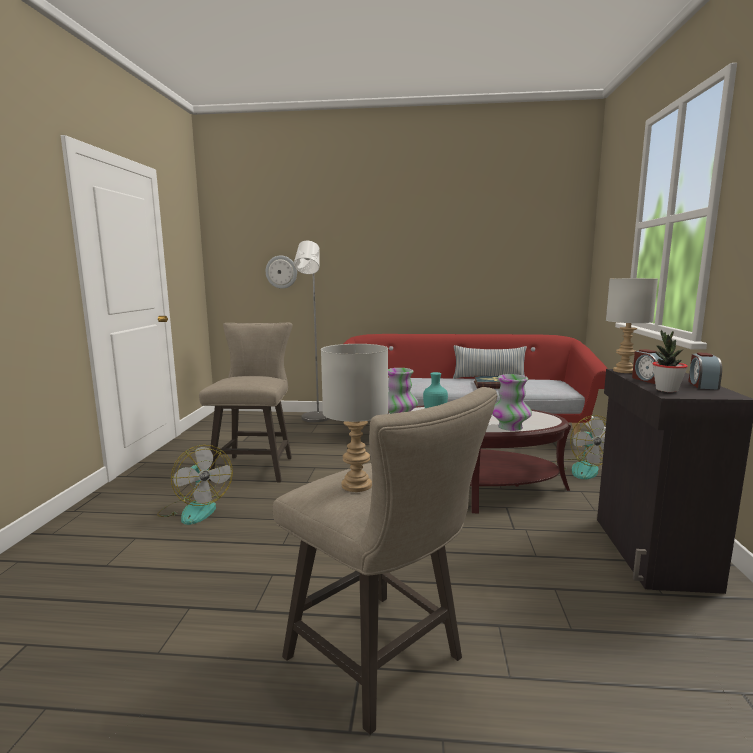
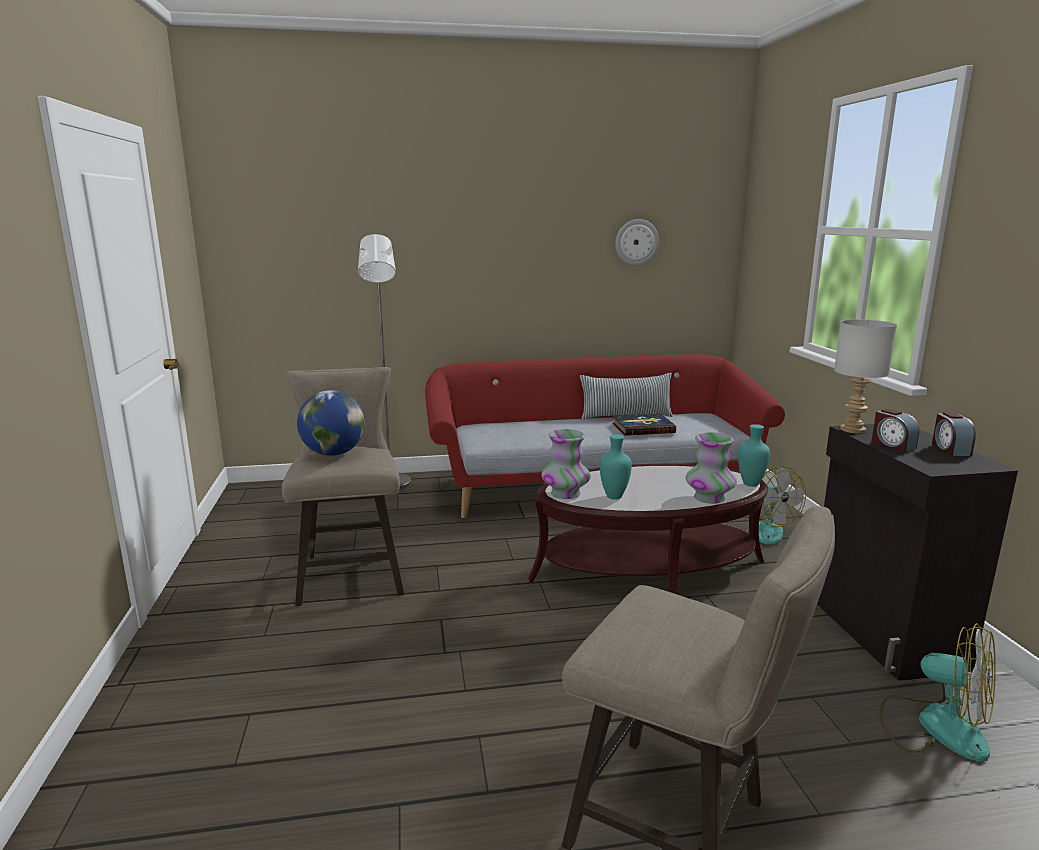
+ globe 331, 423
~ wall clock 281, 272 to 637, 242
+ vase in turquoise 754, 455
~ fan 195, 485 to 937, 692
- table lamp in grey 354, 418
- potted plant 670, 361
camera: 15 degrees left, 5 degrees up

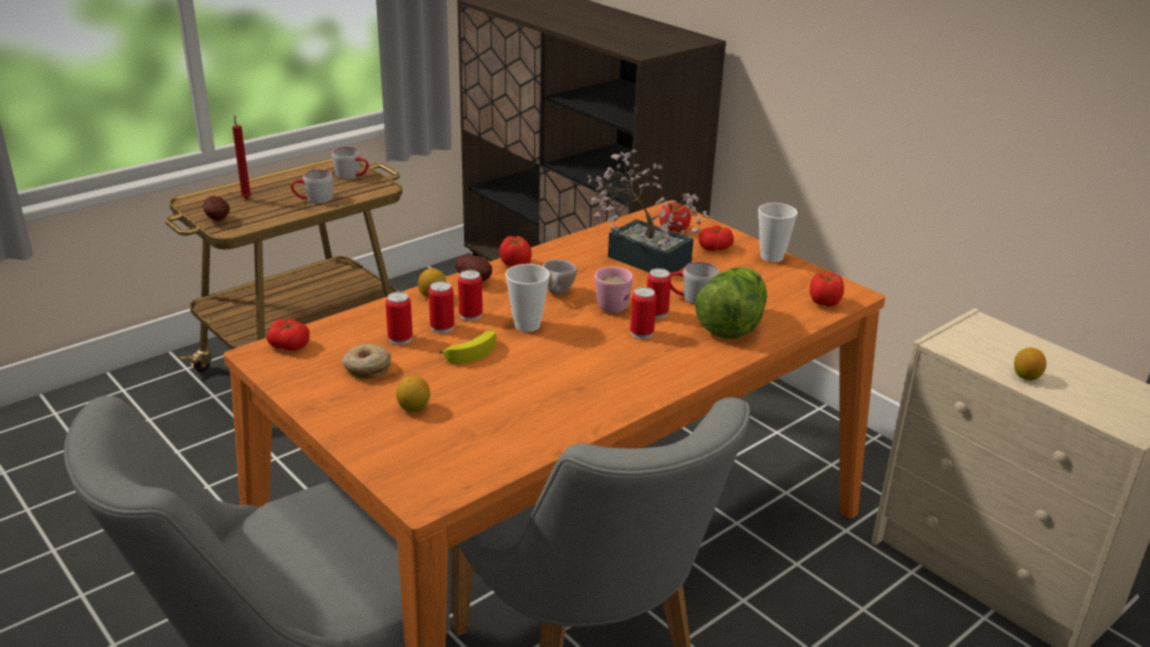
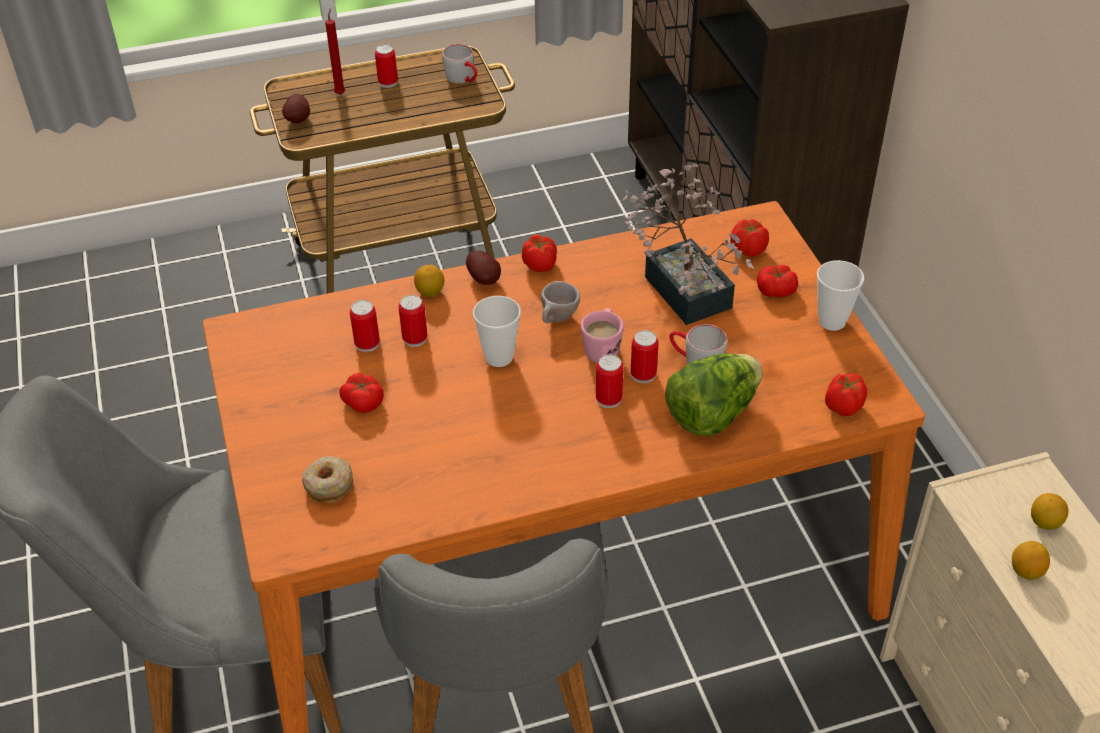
~ donut 366, 361 to 327, 479
~ tomato 287, 335 to 361, 393
~ can 470, 295 to 386, 66
~ lemon 413, 394 to 1050, 511
- mug in grey 312, 186
- banana 467, 347
camera: 25 degrees right, 15 degrees up

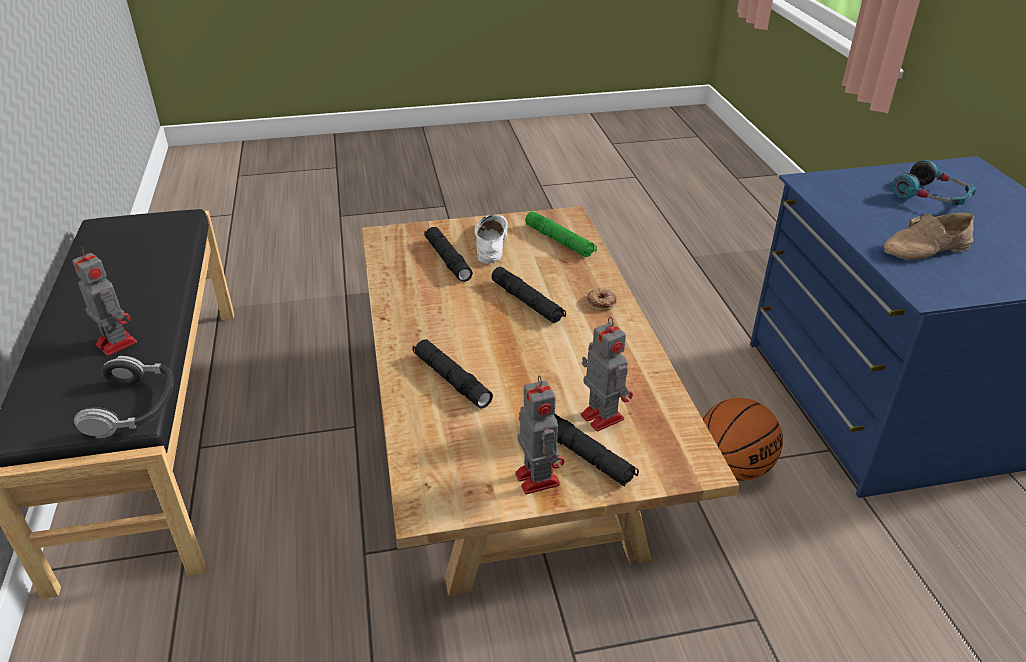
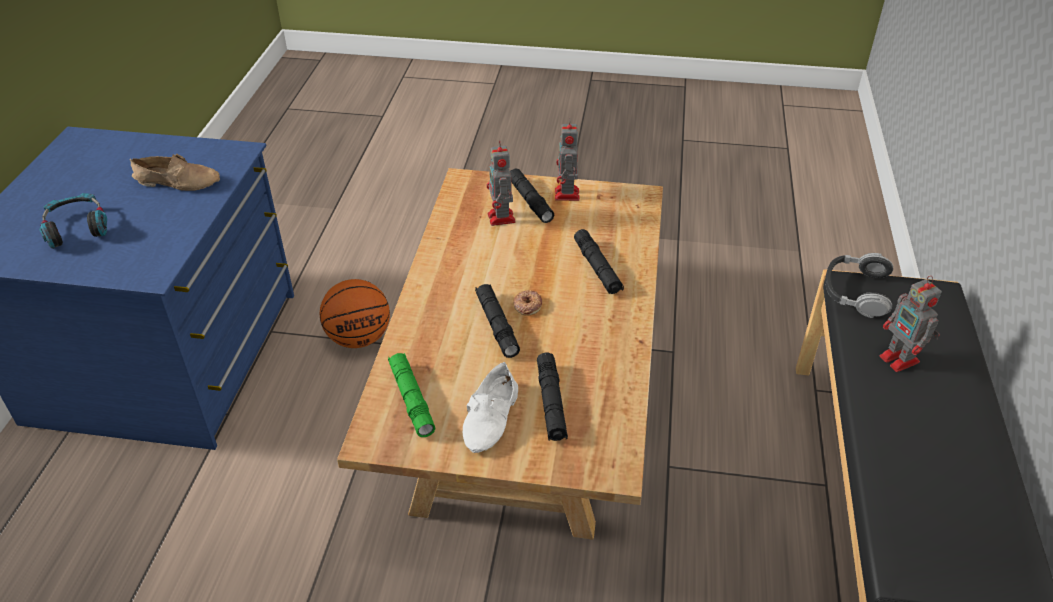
~ donut 602, 299 to 527, 302
camera: 160 degrees left, 5 degrees up

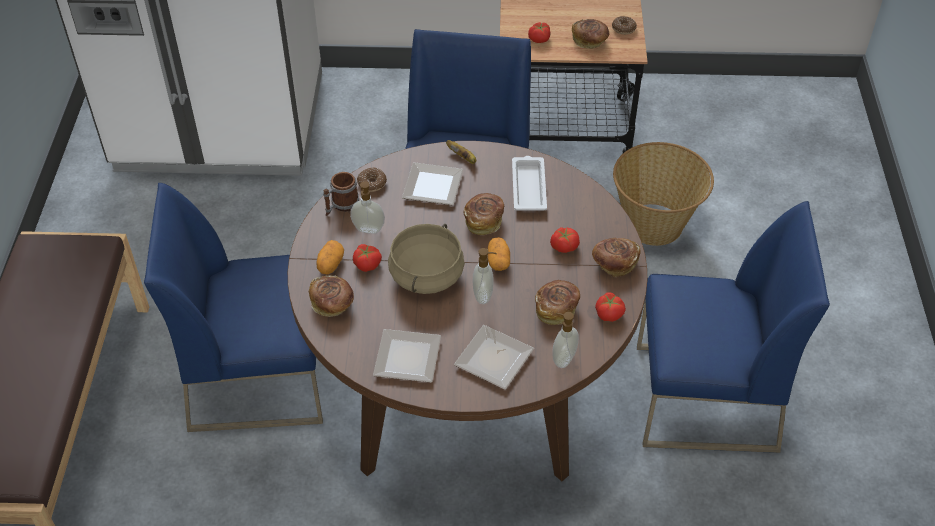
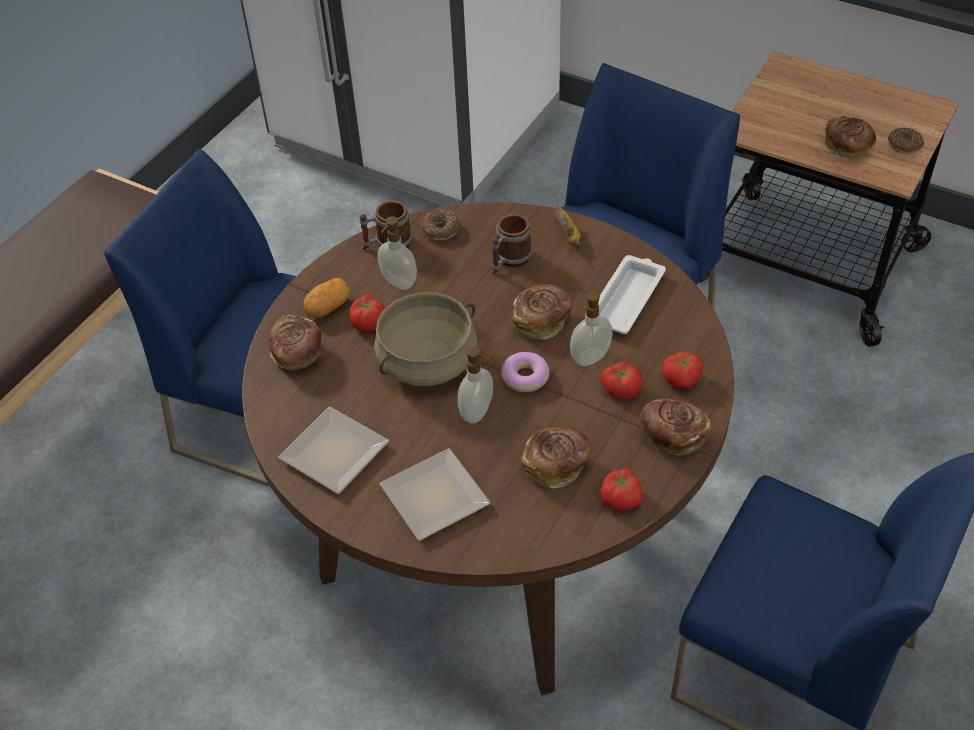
~ plate 432, 183 to mug 511, 244
~ potato 499, 254 to donut 525, 372
~ soap dispenser 566, 340 to 591, 327
~ tomato 539, 32 to 682, 370
- basket 663, 194
camera: 30 degrees right, 0 degrees up

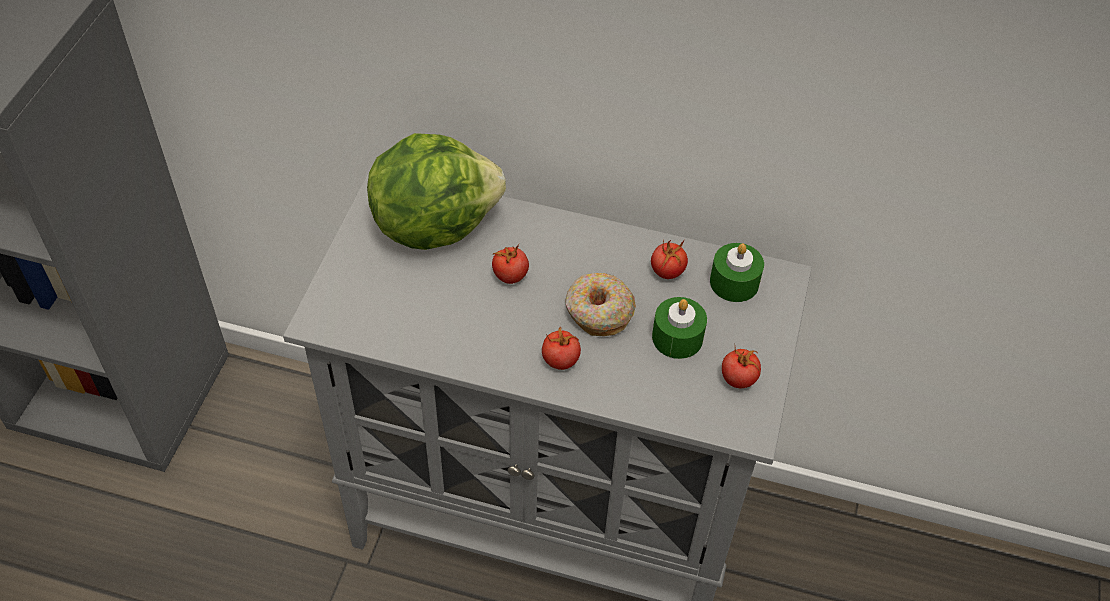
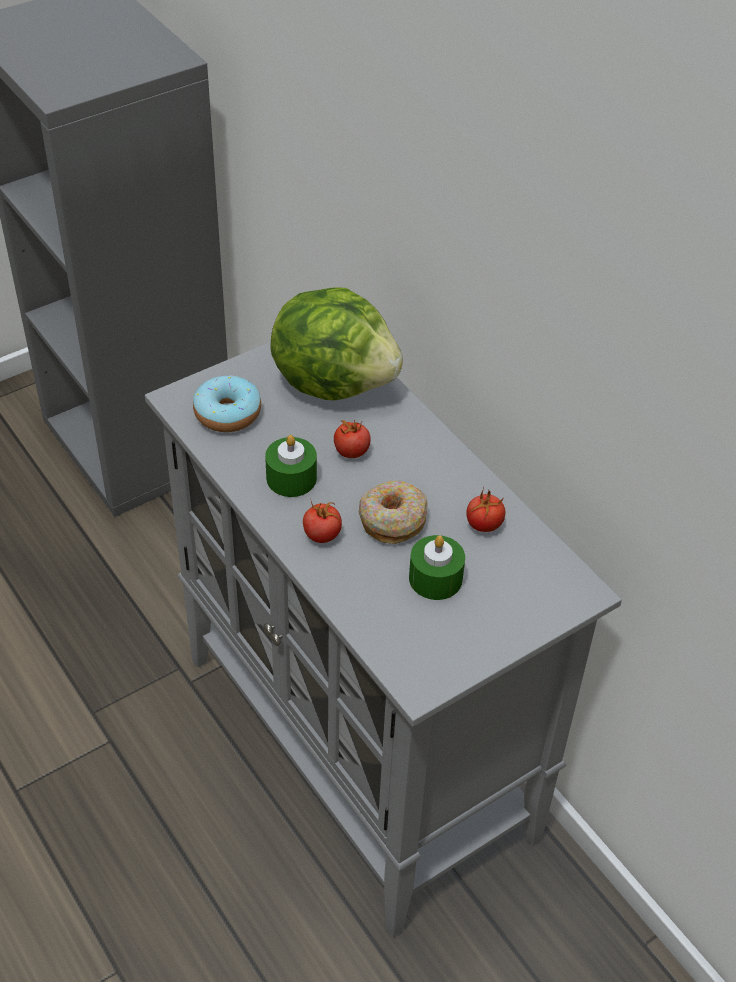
+ donut 227, 403
~ candle in green 737, 272 to 291, 466
- tomato 741, 365
camera: 40 degrees right, 5 degrees down

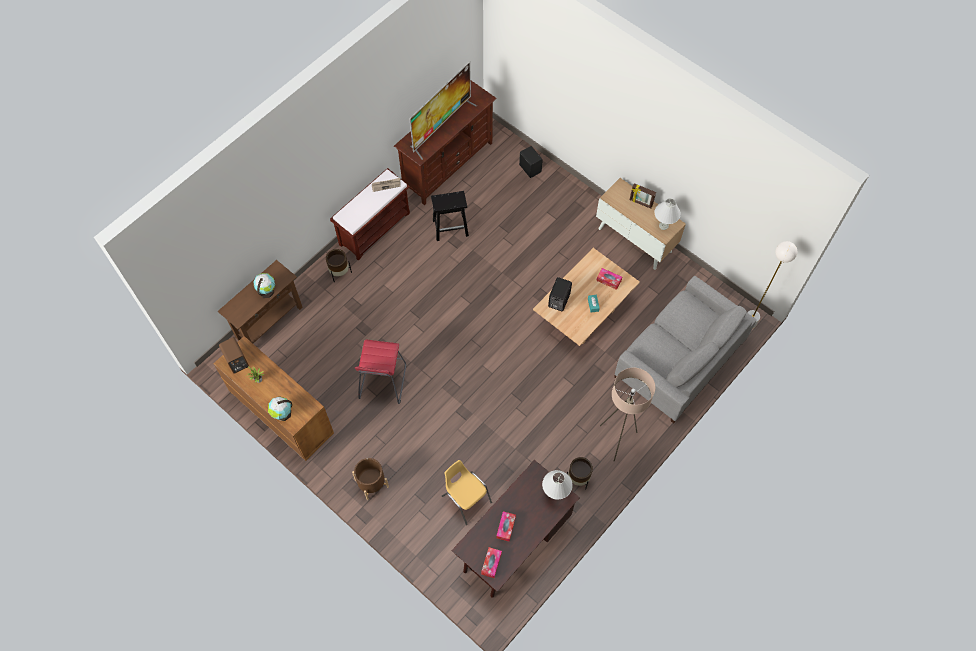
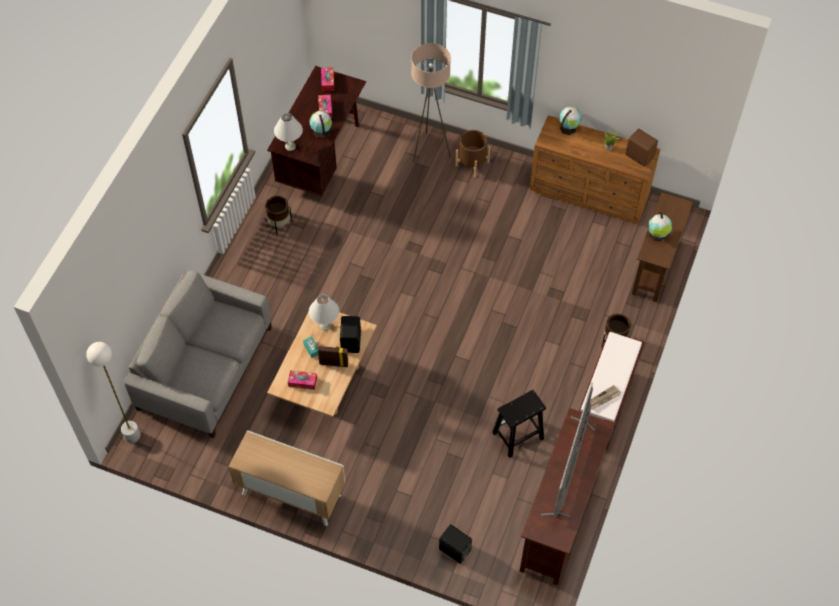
+ globe 320, 125
~ table lamp in white 668, 214 to 324, 312
~ picture frame 642, 195 to 333, 356
~ floor lamp in beige 627, 414 to 431, 102
- stool in red 380, 372
- chair in yellow 467, 492
camera: 160 degrees right, 5 degrees down

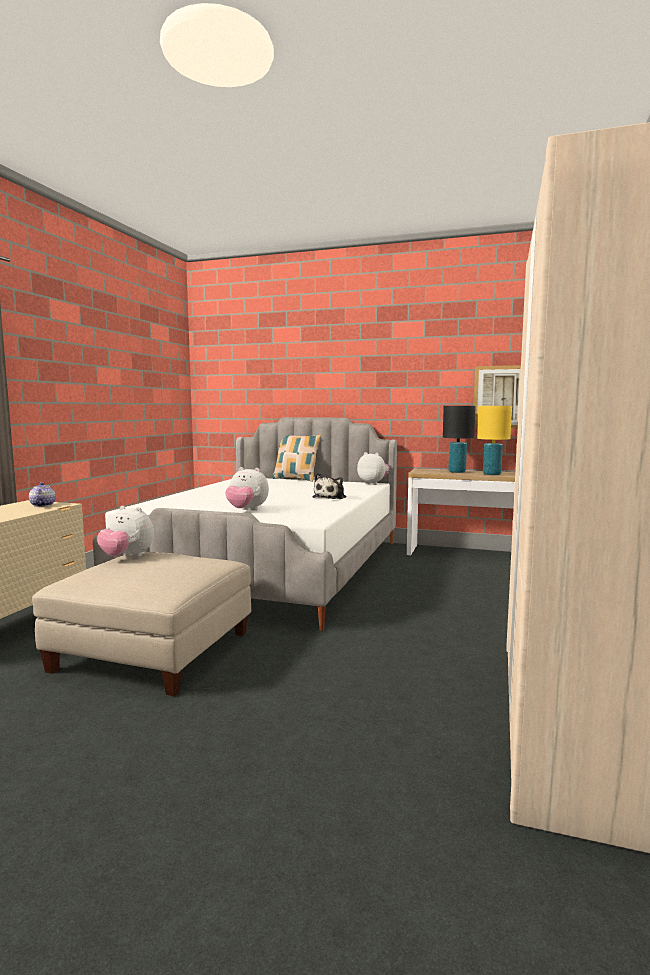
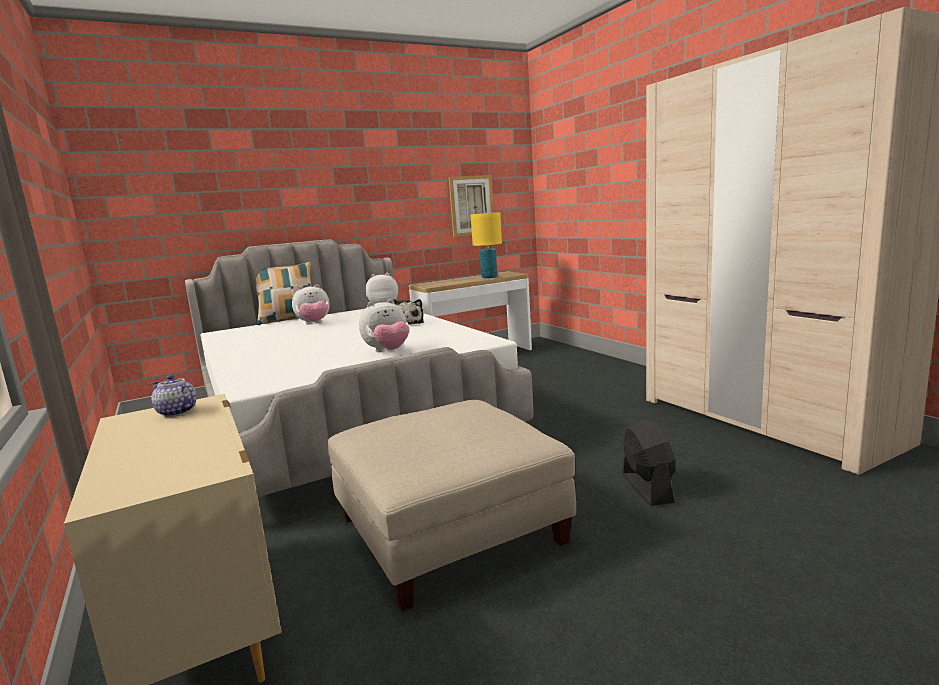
~ plush toy 125, 531 to 311, 304
+ fan in black 648, 462
- table lamp in black 459, 439
camera: 45 degrees left, 5 degrees up

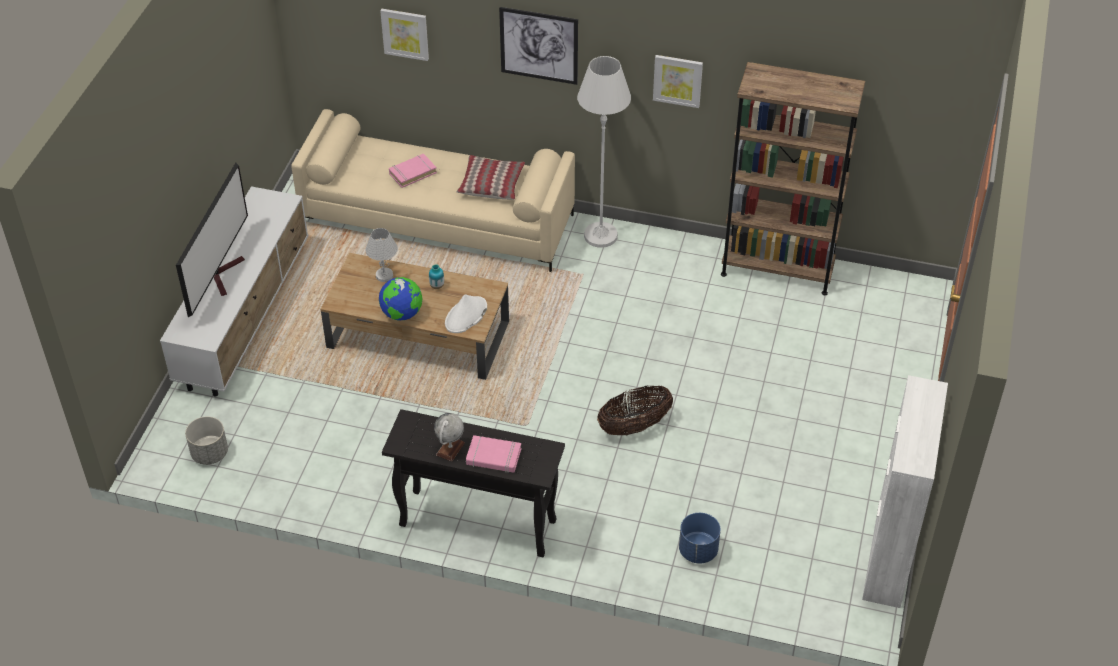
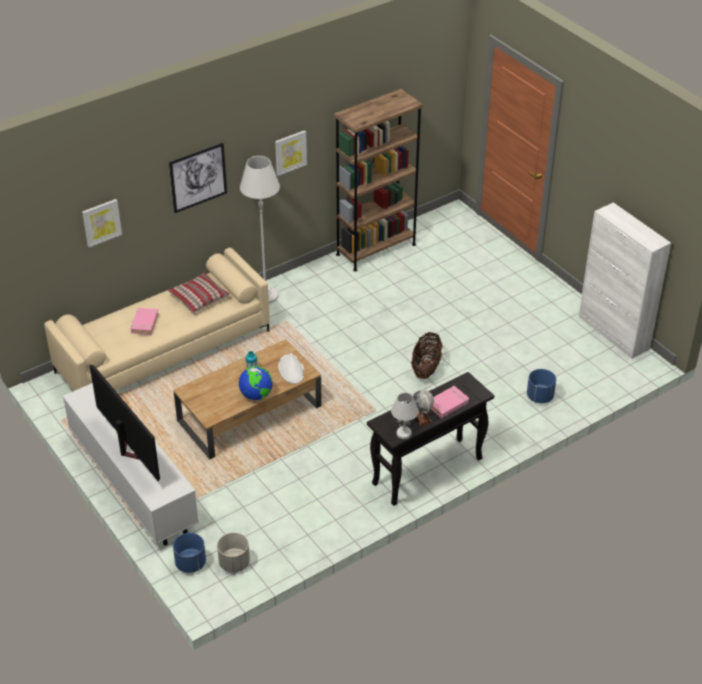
+ planter in blue 189, 553
~ table lamp in white 382, 255 to 405, 416
camera: 50 degrees left, 5 degrees down

